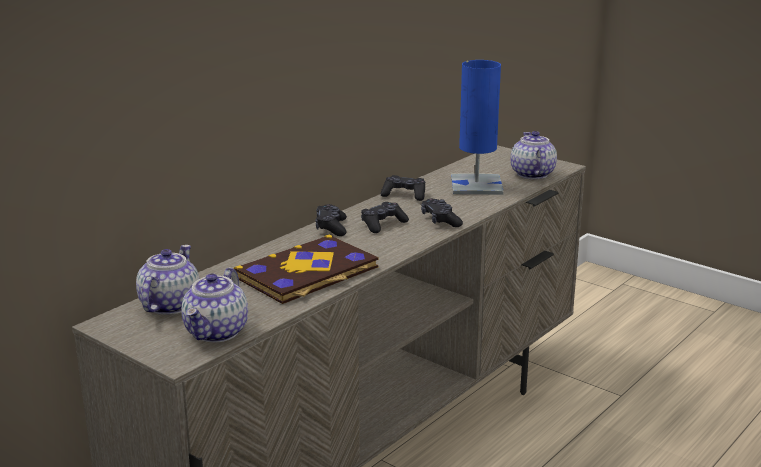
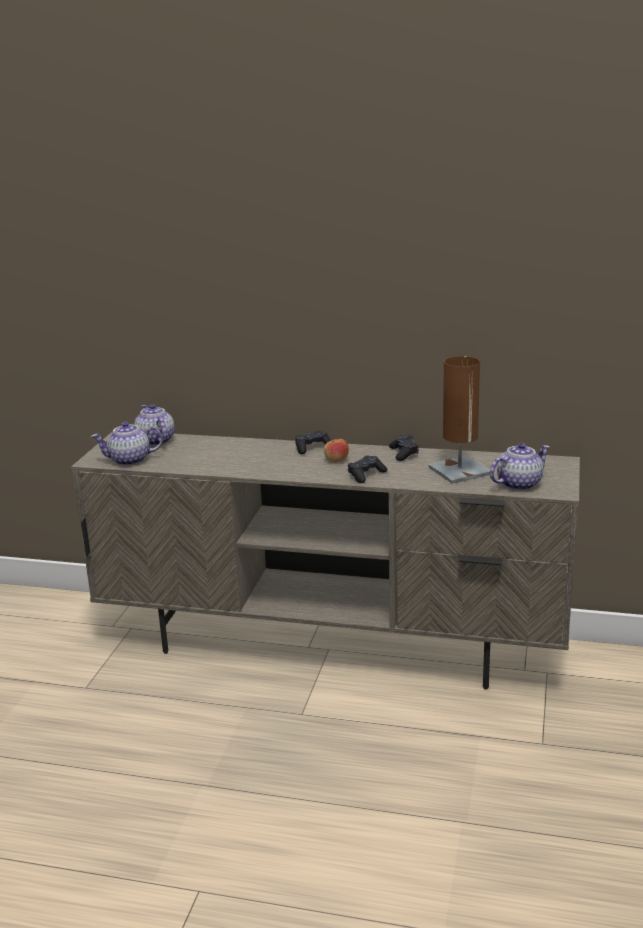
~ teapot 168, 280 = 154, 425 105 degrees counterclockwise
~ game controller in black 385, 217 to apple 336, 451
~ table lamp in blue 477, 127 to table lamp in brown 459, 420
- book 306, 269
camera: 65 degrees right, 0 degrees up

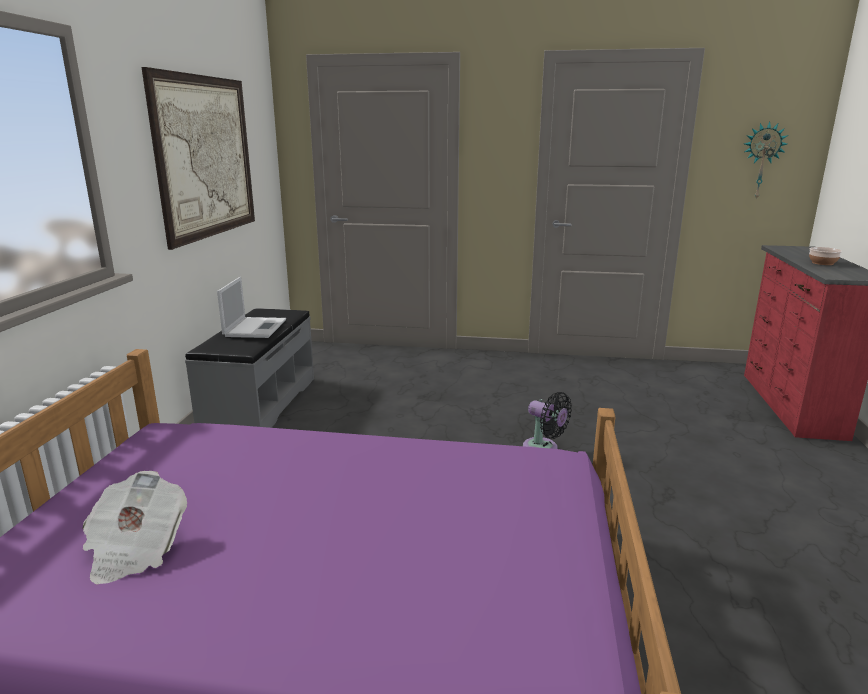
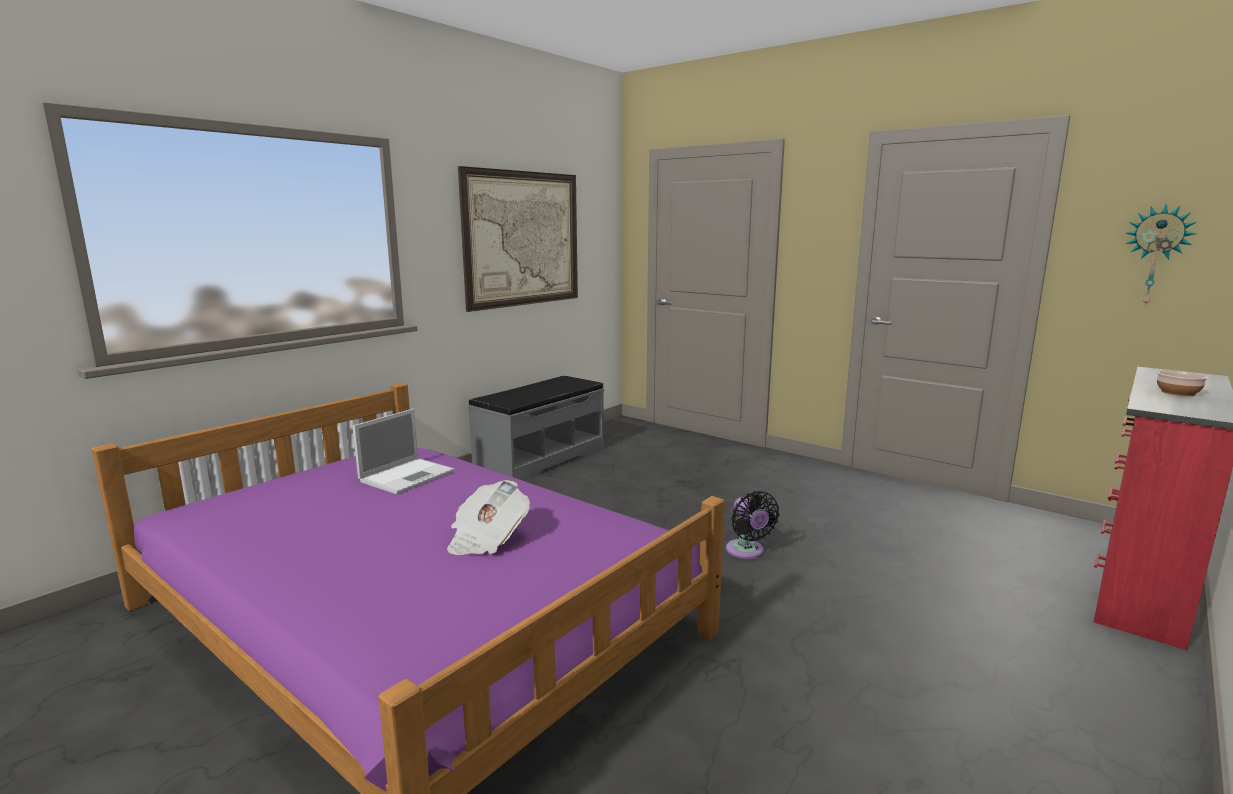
~ laptop 251, 307 to 403, 451
~ newspaper 134, 527 to 488, 517
camera: 30 degrees right, 5 degrees down

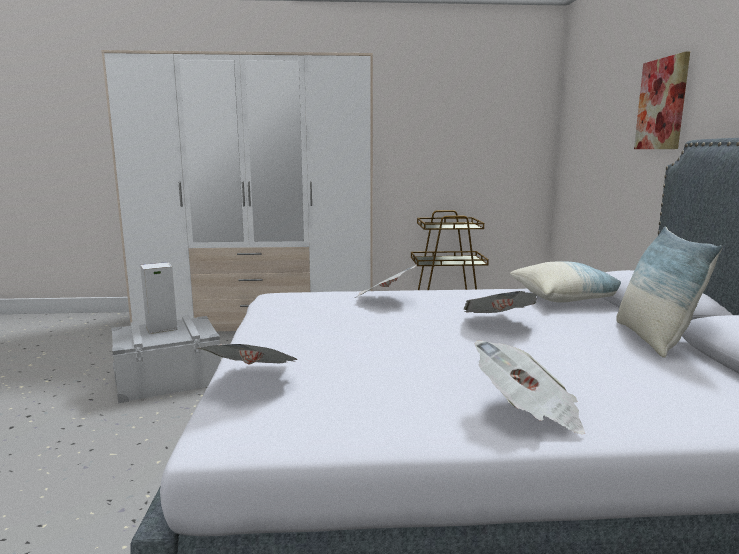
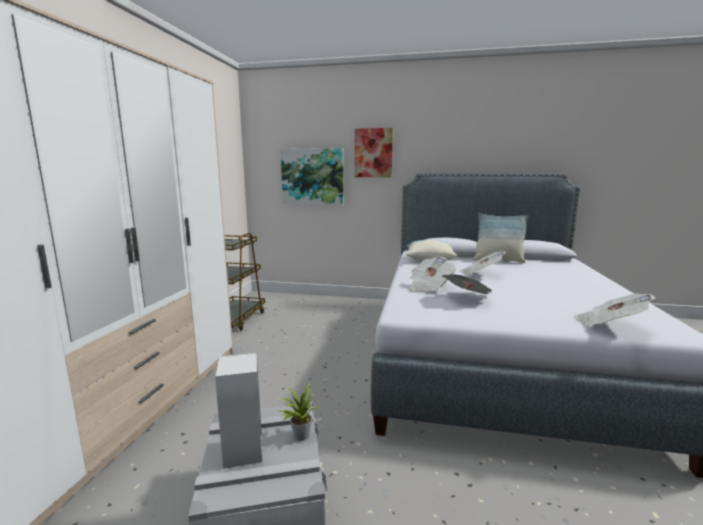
+ potted plant 298, 412
+ picture 312, 176
~ newspaper 529, 387 to 467, 284
camera: 75 degrees left, 0 degrees up

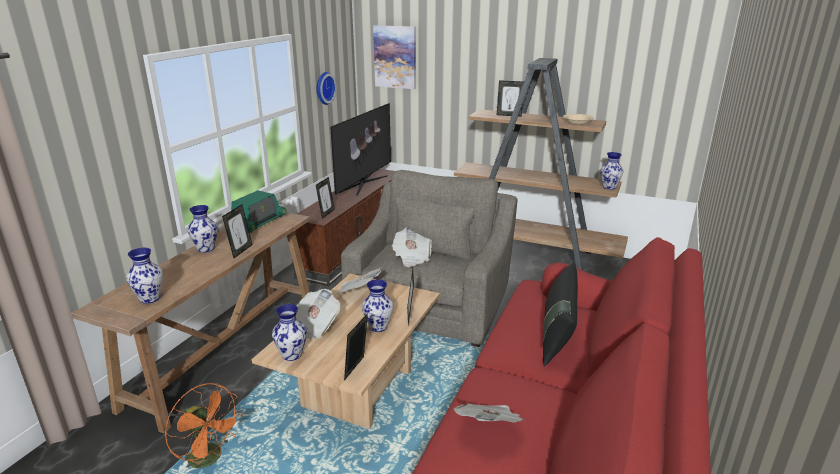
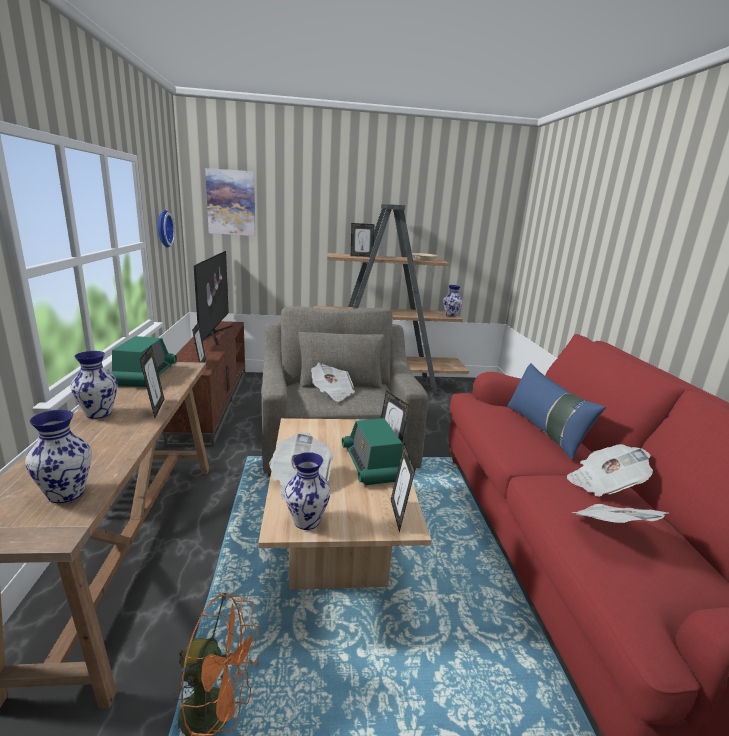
~ vase 377, 305 to radio 372, 451
~ pillow in black 560, 315 to pillow in blue 556, 411
~ newspaper 359, 281 to 610, 470
camera: 30 degrees left, 5 degrees down

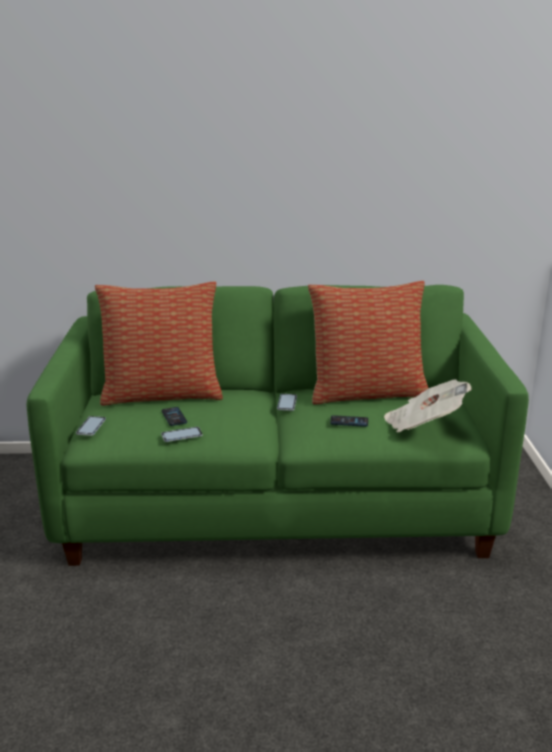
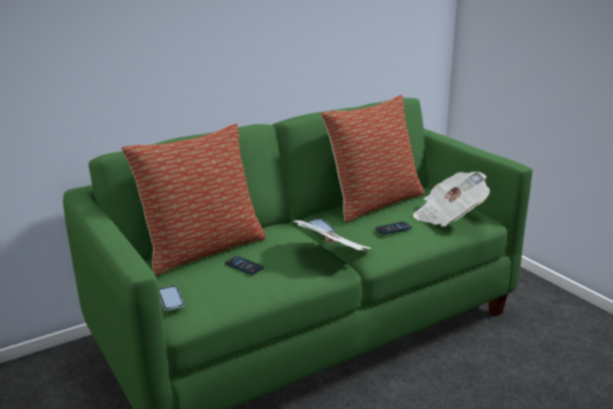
+ newspaper 332, 235
- phone 182, 434
camera: 30 degrees left, 0 degrees up

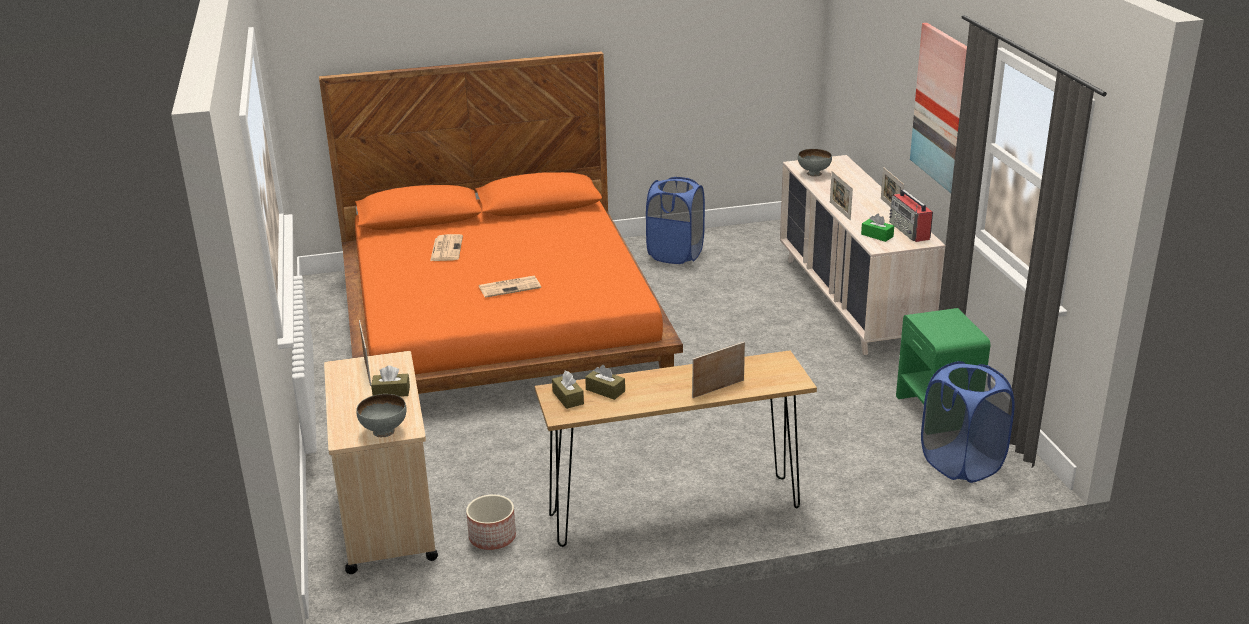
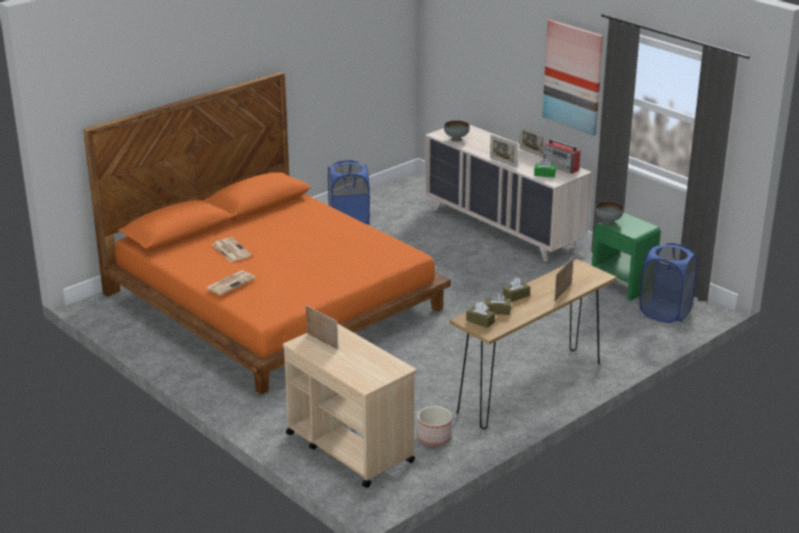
~ newspaper 510, 287 to 231, 282
~ tissue box in brown 390, 381 to 516, 290
~ bowl in grey 381, 415 to 609, 213
camera: 30 degrees left, 0 degrees up

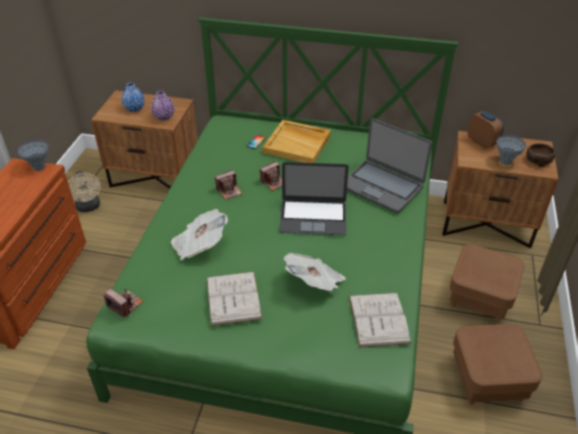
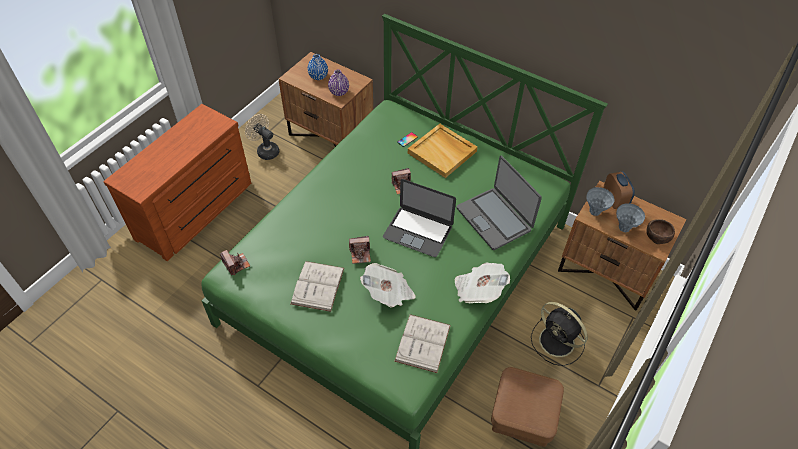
~ fan in beige 84, 191 = 262, 137 135 degrees clockwise
~ photo camera 229, 185 to 360, 250
~ newspaper 199, 234 to 482, 282
~ ottoman in brown 487, 283 to fan in black 559, 334
~ vase in grey 33, 155 to 600, 201
camera: 20 degrees right, 10 degrees up

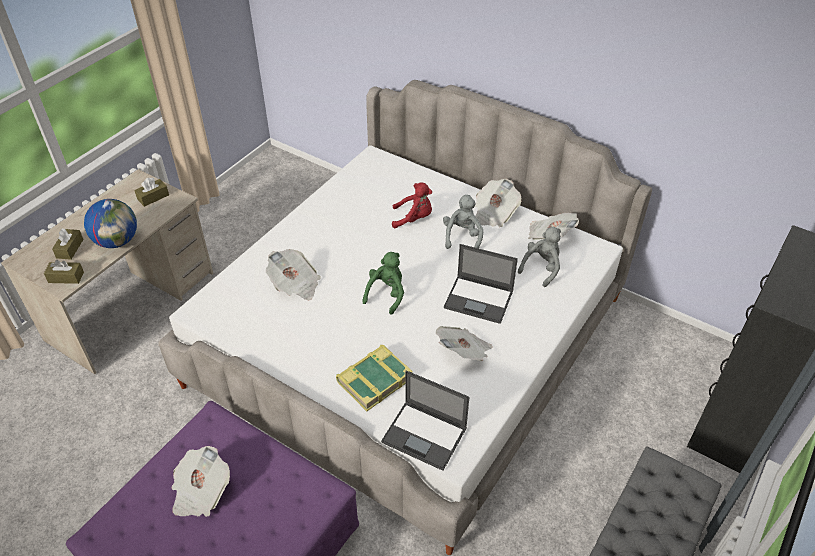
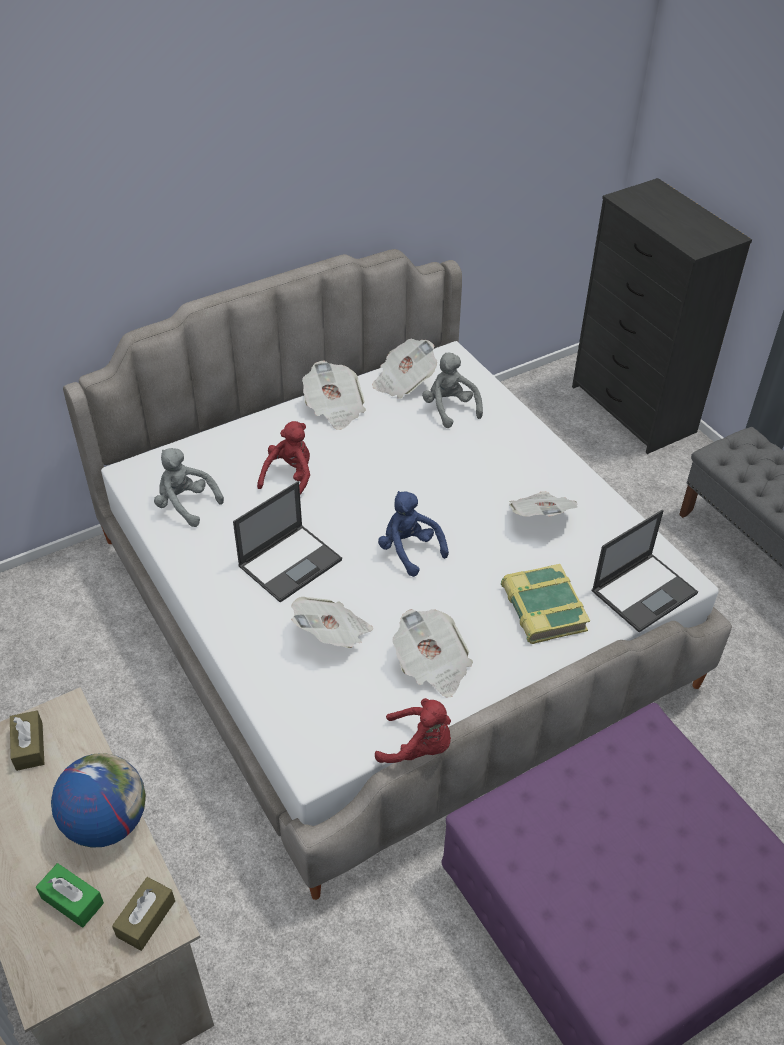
~ tissue box in brown 68, 244 to tissue box in green 70, 895
~ plush toy in grey 463, 222 to 189, 487
~ laptop 481, 284 to 287, 542
+ plush toy in red 413, 730
~ plush toy in green 383, 283 to plush toy in blue 413, 534
~ newspaper 200, 481 to 432, 653
camera: 65 degrees left, 0 degrees up

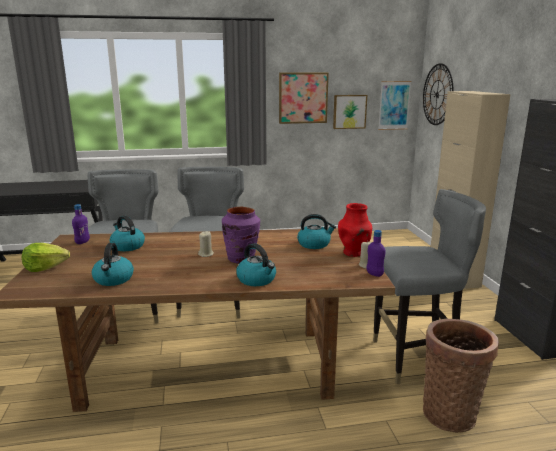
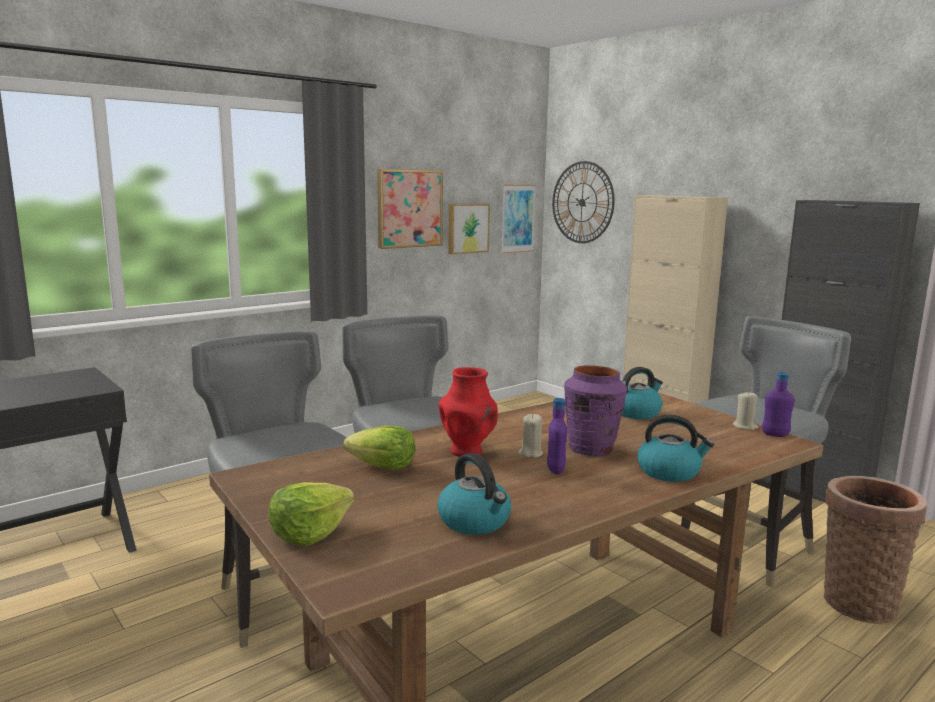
~ kettle 127, 233 to lettuce 379, 448
~ vase in red 355, 230 to 468, 412
~ bottle in purple 81, 224 to 557, 436
camera: 30 degrees left, 5 degrees down

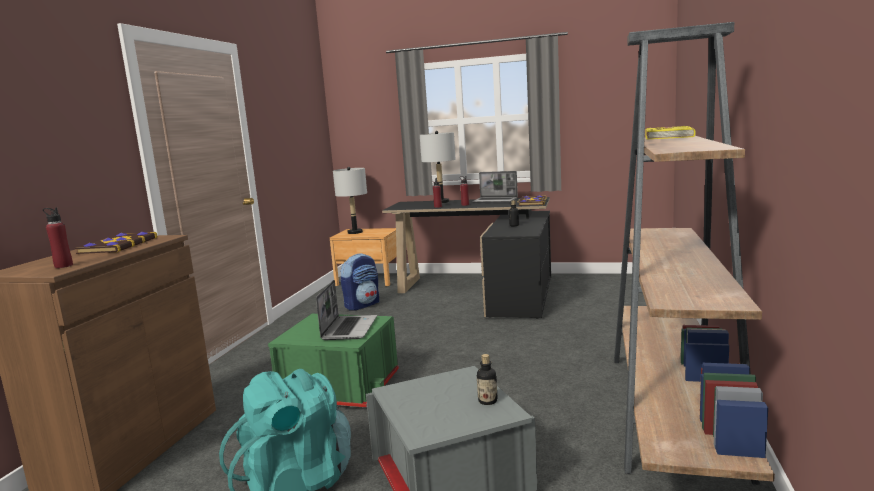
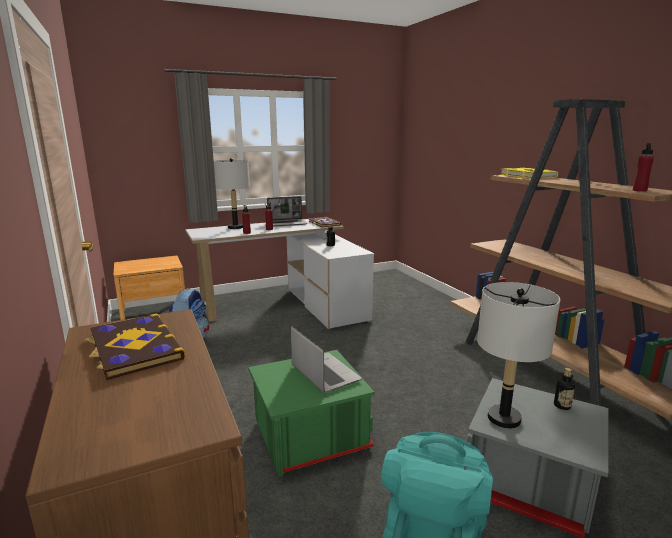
~ desk in black 466, 258 to desk in white 279, 274
~ table lamp in grey 350, 200 to 518, 355
~ bottle in red 58, 237 to 643, 167
camera: 40 degrees left, 5 degrees up

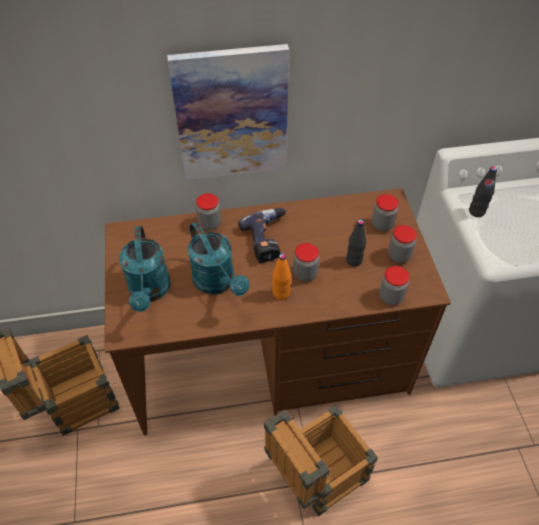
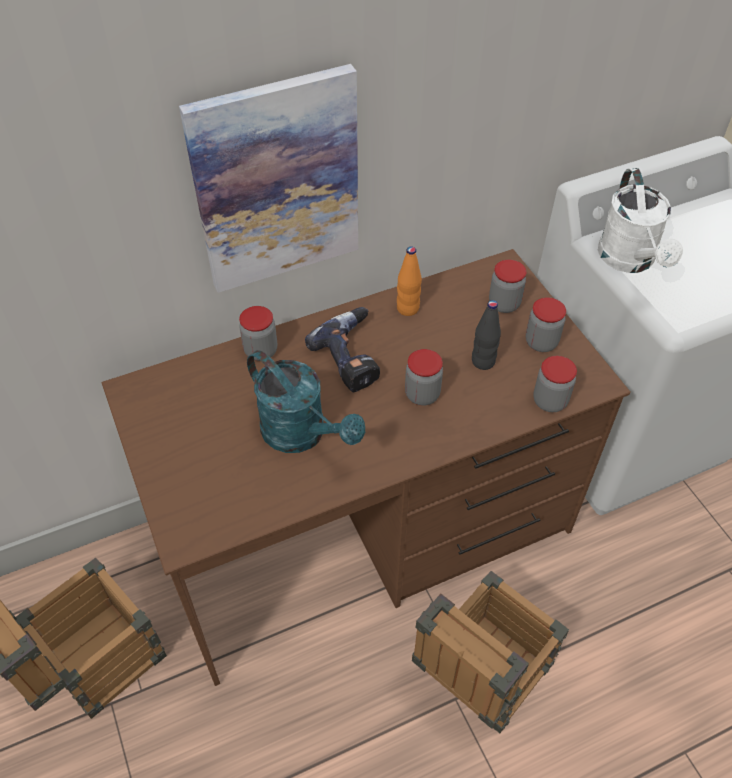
~ bottle in orange 281, 276 to 409, 281
~ bottle in black 483, 192 to watering can in white 640, 220
- watering can in turquoise 144, 269
camera: 15 degrees left, 0 degrees up

